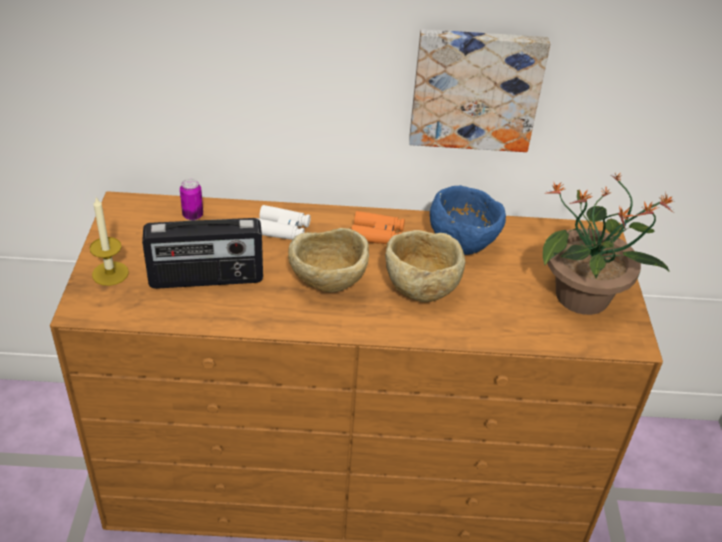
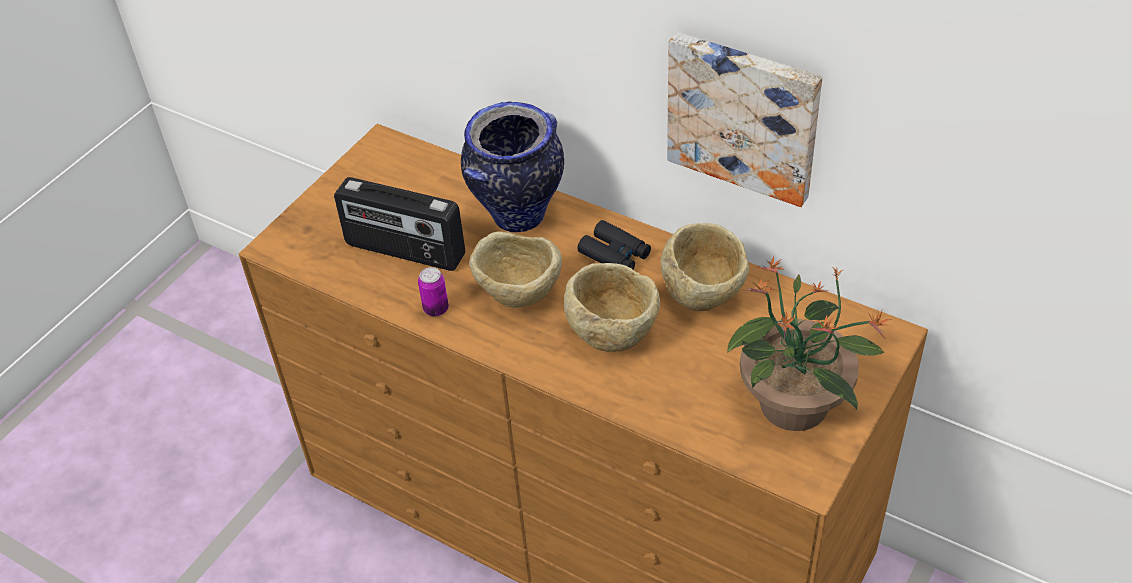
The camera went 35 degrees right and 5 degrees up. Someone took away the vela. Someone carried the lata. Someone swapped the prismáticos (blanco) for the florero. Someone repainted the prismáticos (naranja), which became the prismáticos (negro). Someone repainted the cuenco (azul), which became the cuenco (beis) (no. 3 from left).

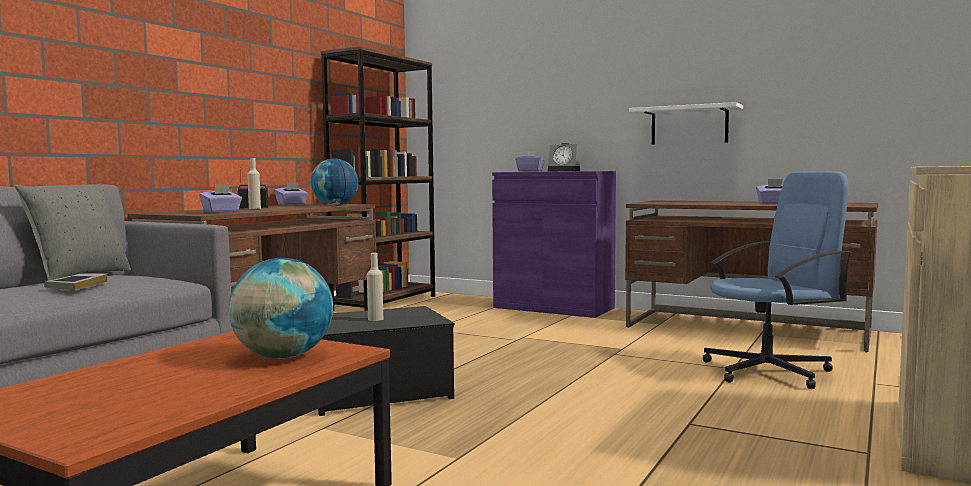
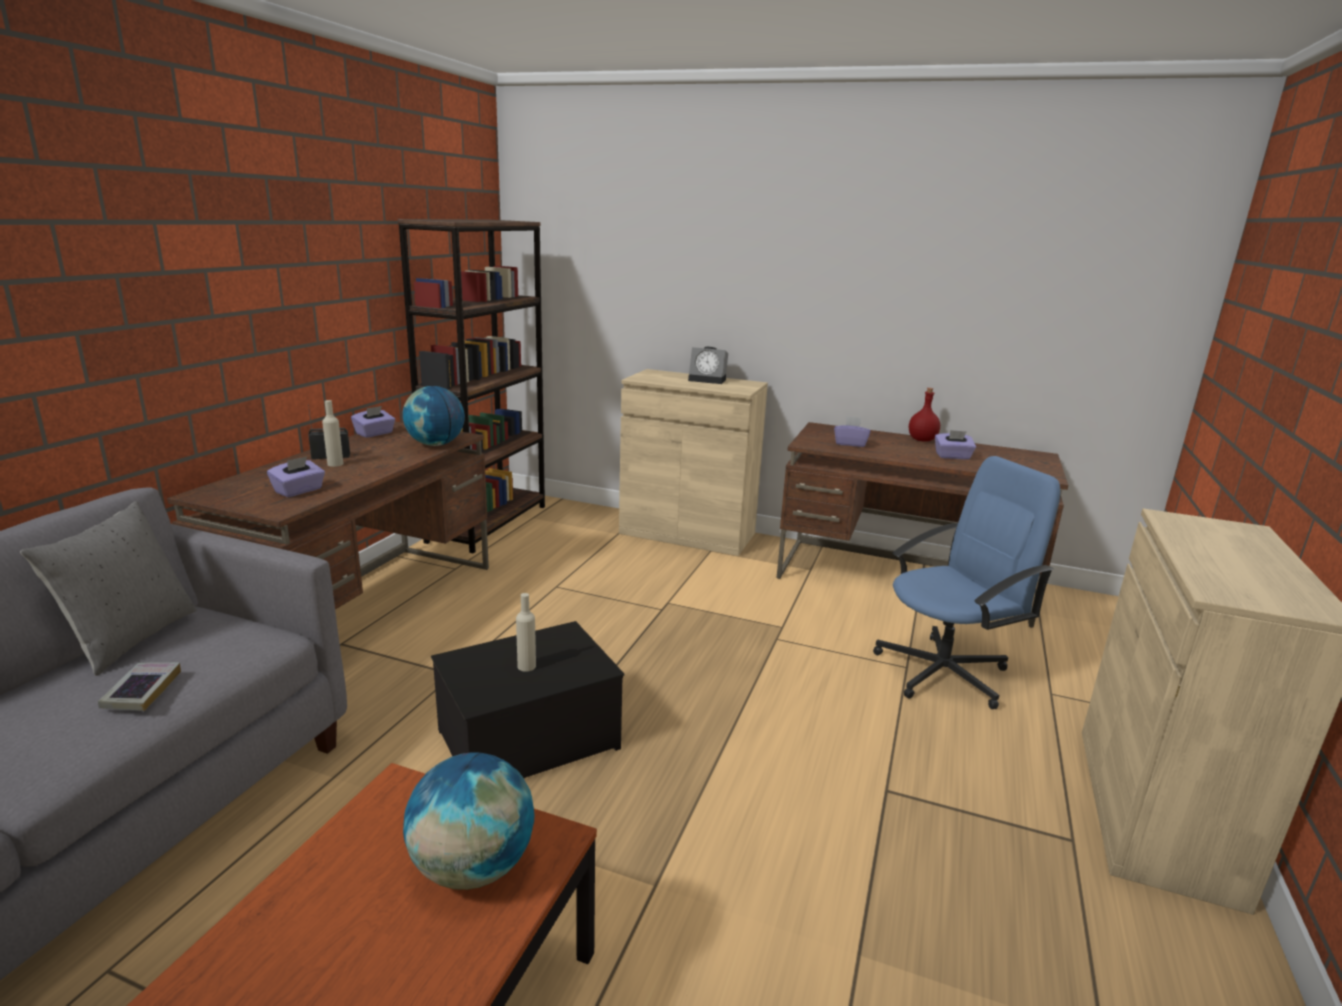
The camera went 10 degrees left and 15 degrees up. Someone took away the estante (blanco). Someone put down the botella (rojo). Someone carried the caja de pañuelos (morado) (no. 3 from left). Someone repainted the armario (morado), which became the armario (beis) (no. 1 from left).

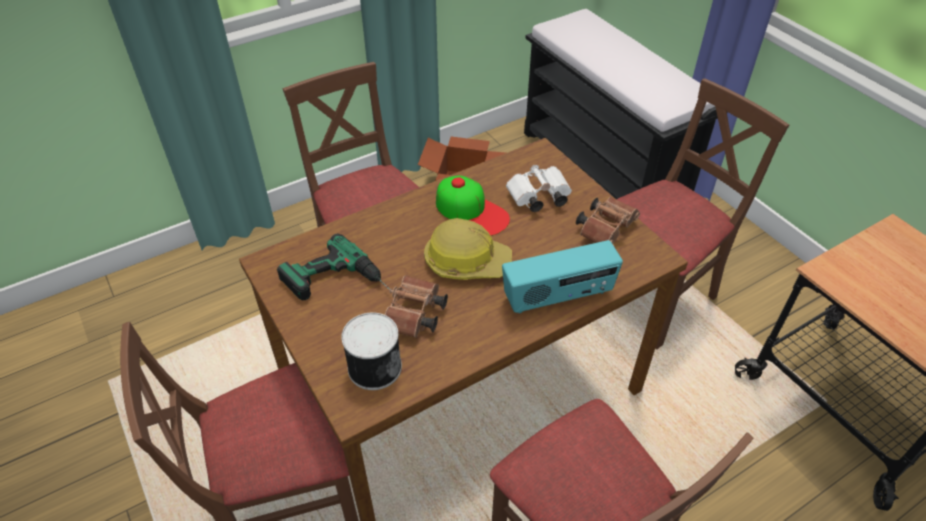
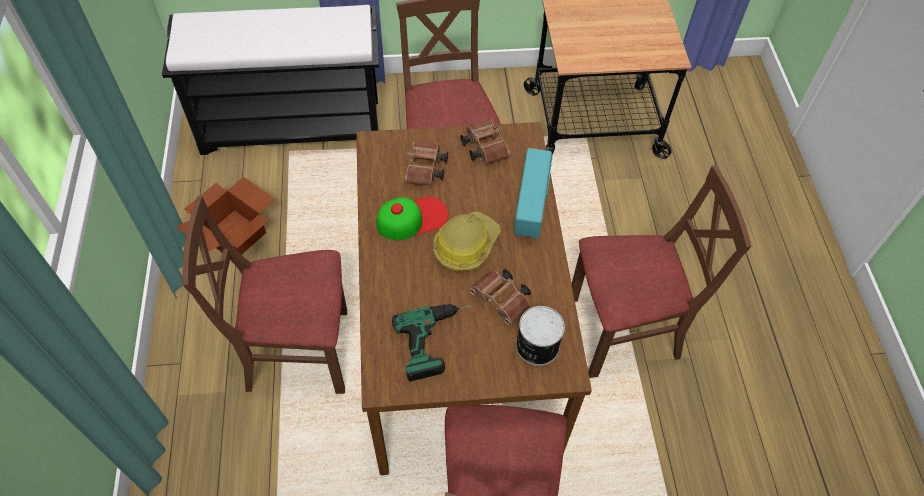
The camera went 65 degrees left and 10 degrees up. Someone repainted the prismáticos (blanco), which became the prismáticos (marrón) (no. 1 from left).

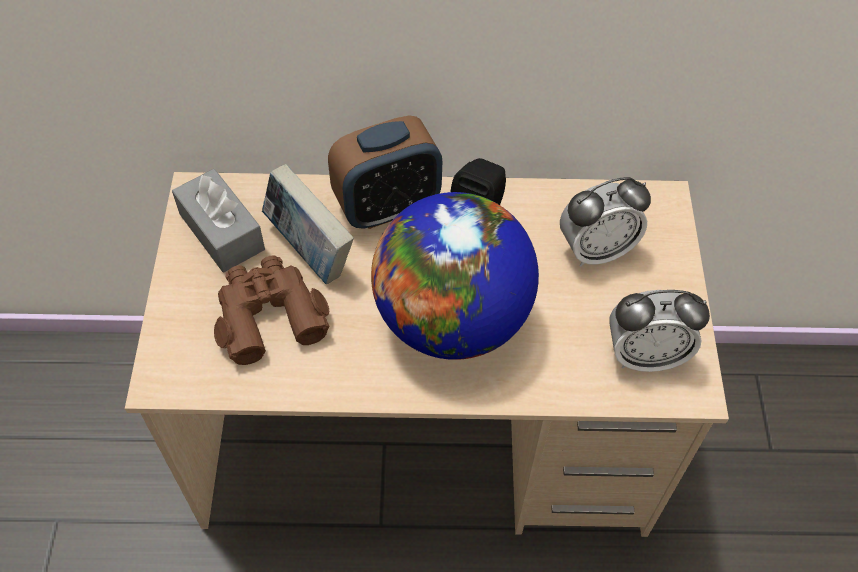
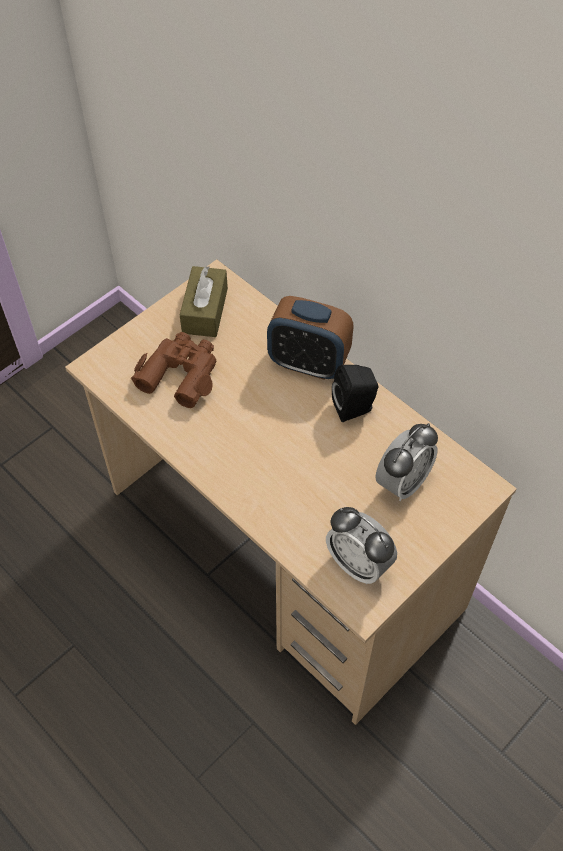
The camera went 45 degrees right and 0 degrees up. Someone took away the libro. Someone took away the globo terráqueo. Someone repainted the caja de pañuelos (gris), which became the caja de pañuelos (marrón). Someone rotated the despertador (no. 2 from left in the first image) by 75 degrees counterclockwise.

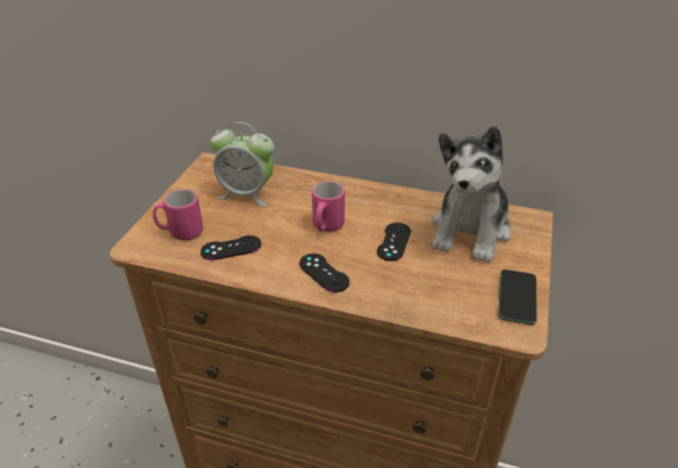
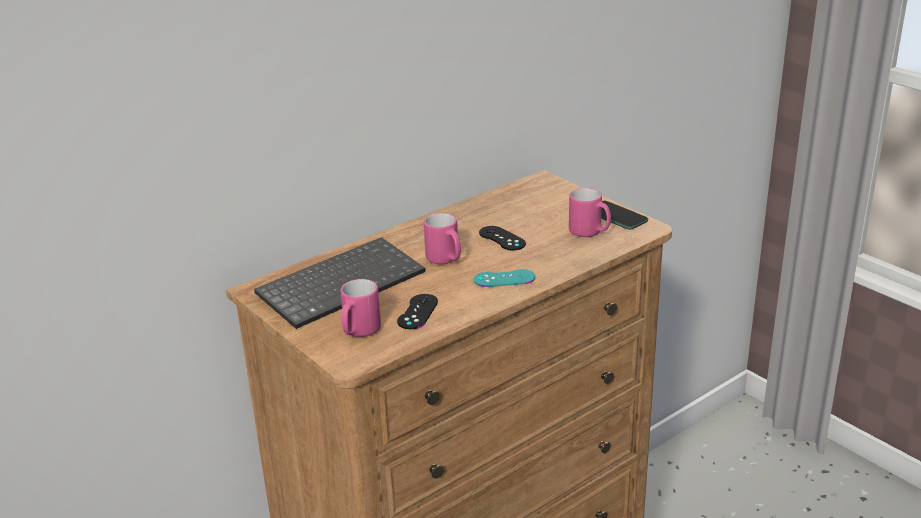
The camera went 55 degrees left and 10 degrees down. Someone took away the peluche. Someone put down the taza grande (rosa) (no. 3 from left). Someone swapped the despertador for the teclado. Someone repainted the mando de consola (negro) (no. 2 from left), which became the mando de consola (turquesa).

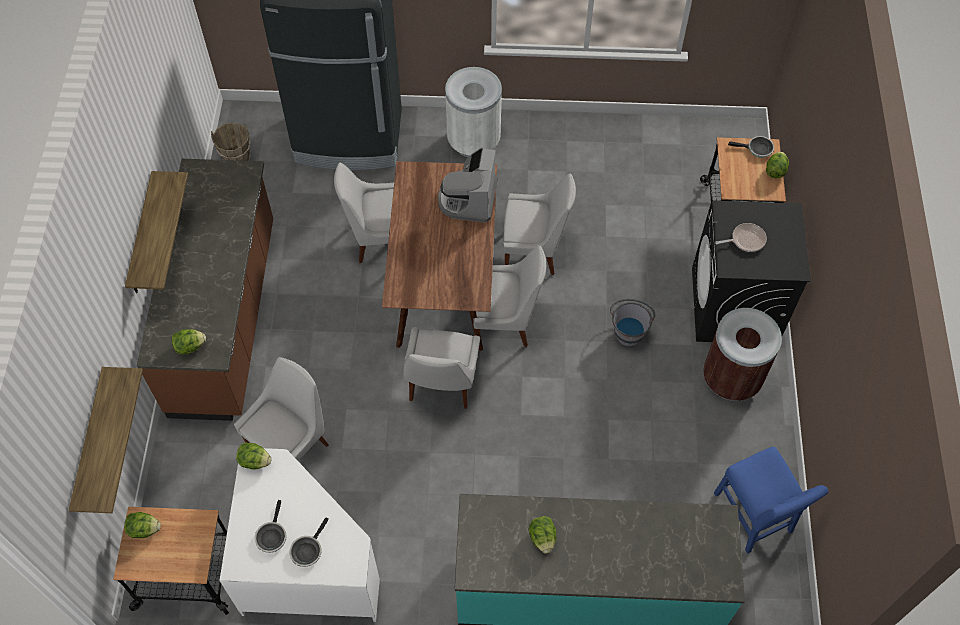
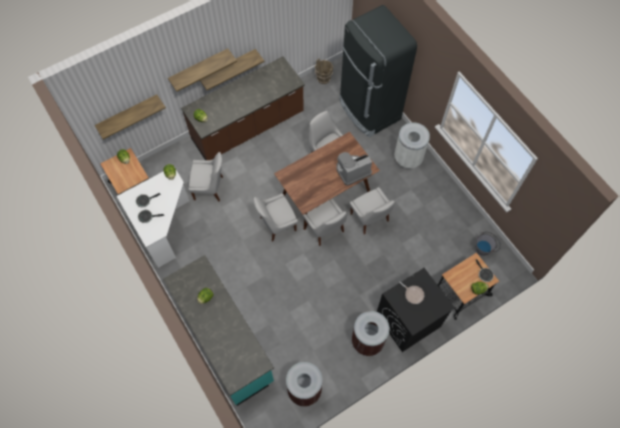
The camera went 55 degrees right and 5 degrees up. Someone put up the estante (no. 2 from left). Someone carried the cubo (gris). Someone swapped the silla (azul) for the papelera (marrón) (no. 1 from left).

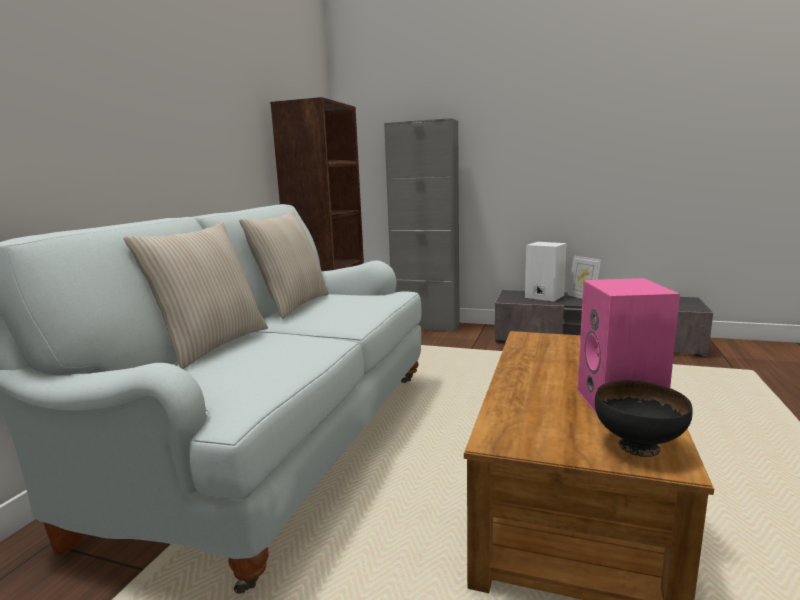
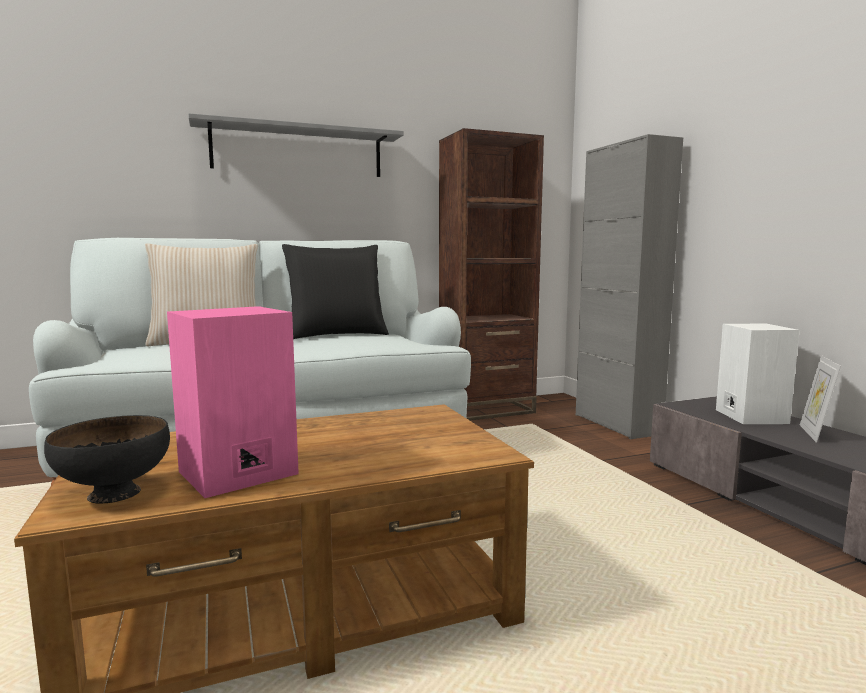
The camera went 50 degrees right and 5 degrees down. Someone put up the estante (gris). Someone repainted the cojín (beis) (no. 2 from left), which became the cojín (negro).

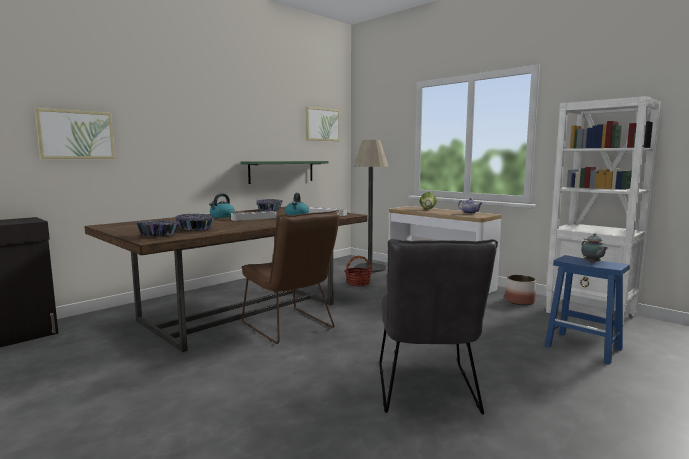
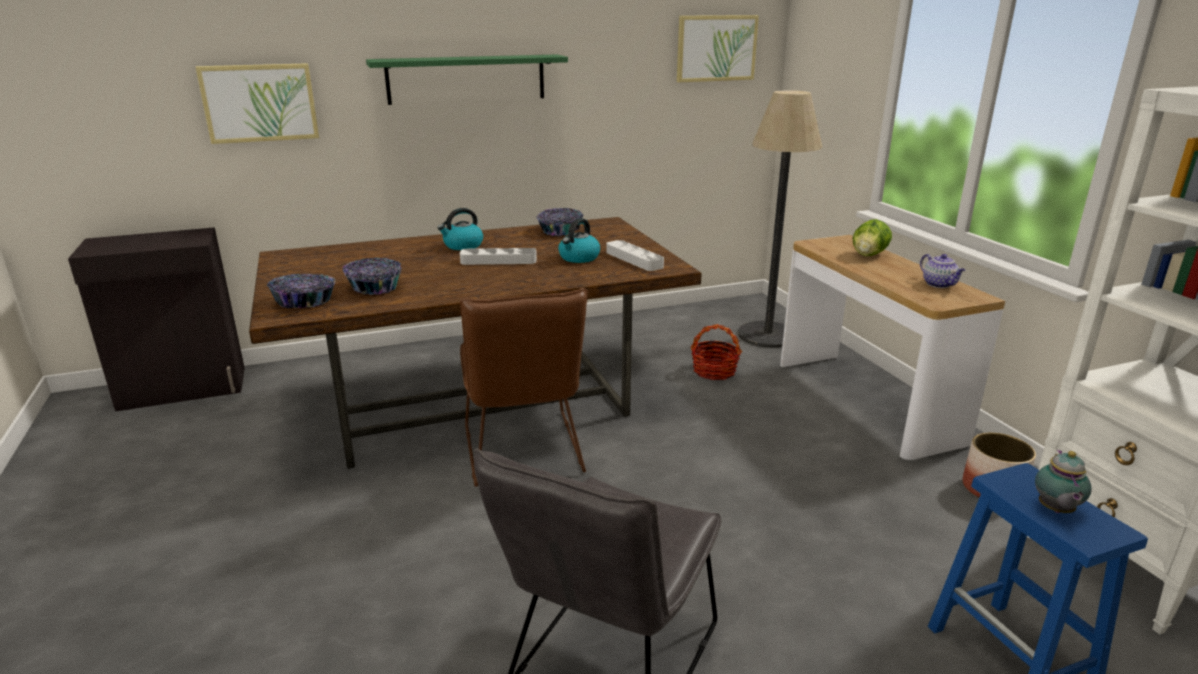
The camera went 25 degrees right and 15 degrees up. Someone carried the estante (verde).

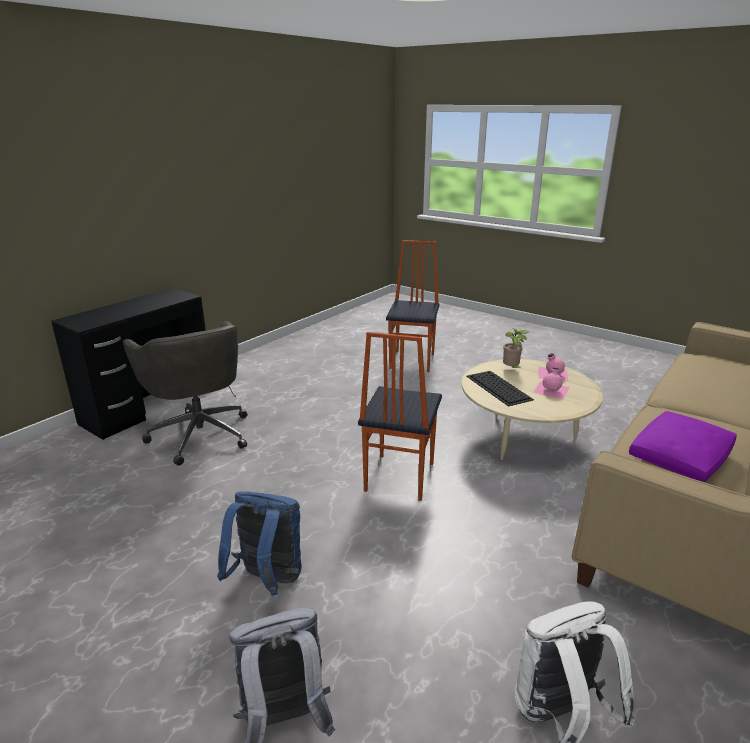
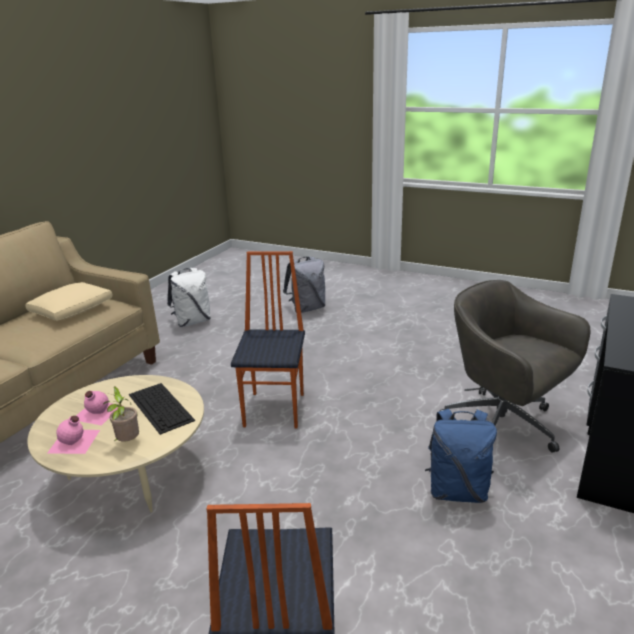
The camera went 170 degrees right and 0 degrees up. Someone carried the mochila (azul). Someone repainted the cojín (morado), which became the cojín (beis).

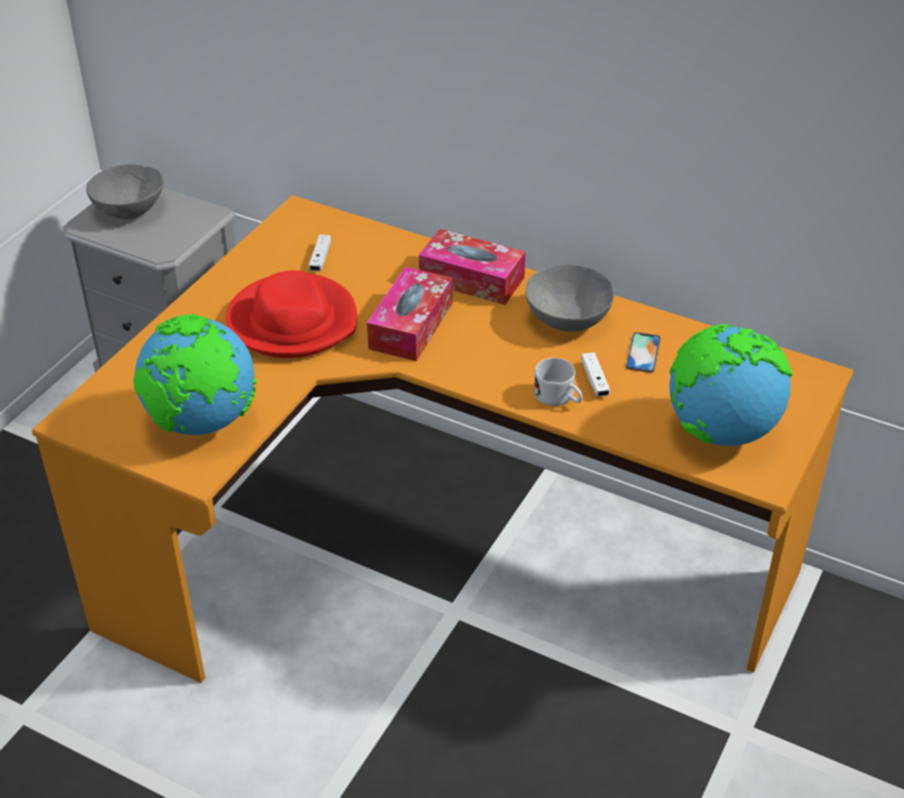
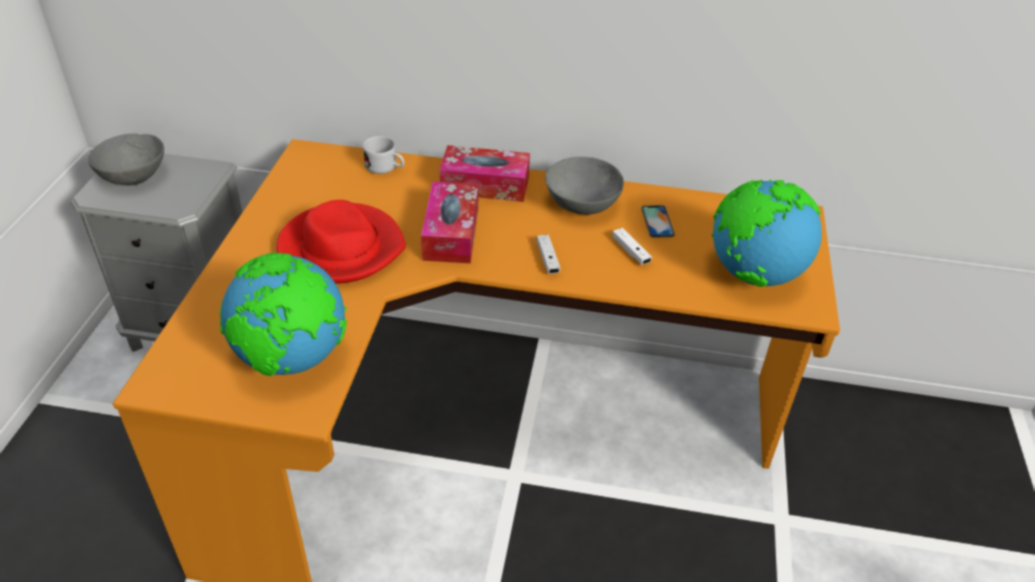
The camera went 20 degrees left and 0 degrees up. Someone carried the mando de consola (blanco) (no. 1 from left). Someone carried the taza grande (blanco).

